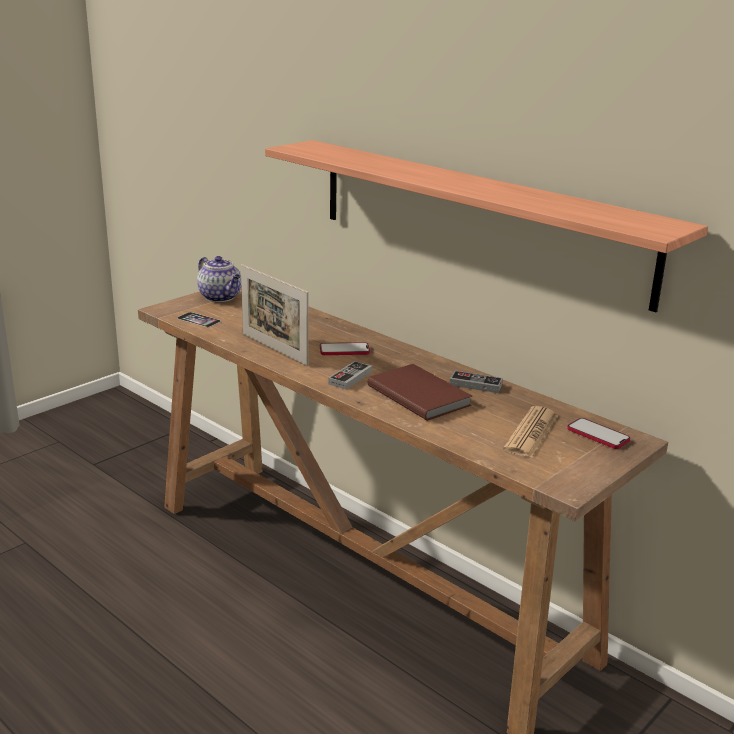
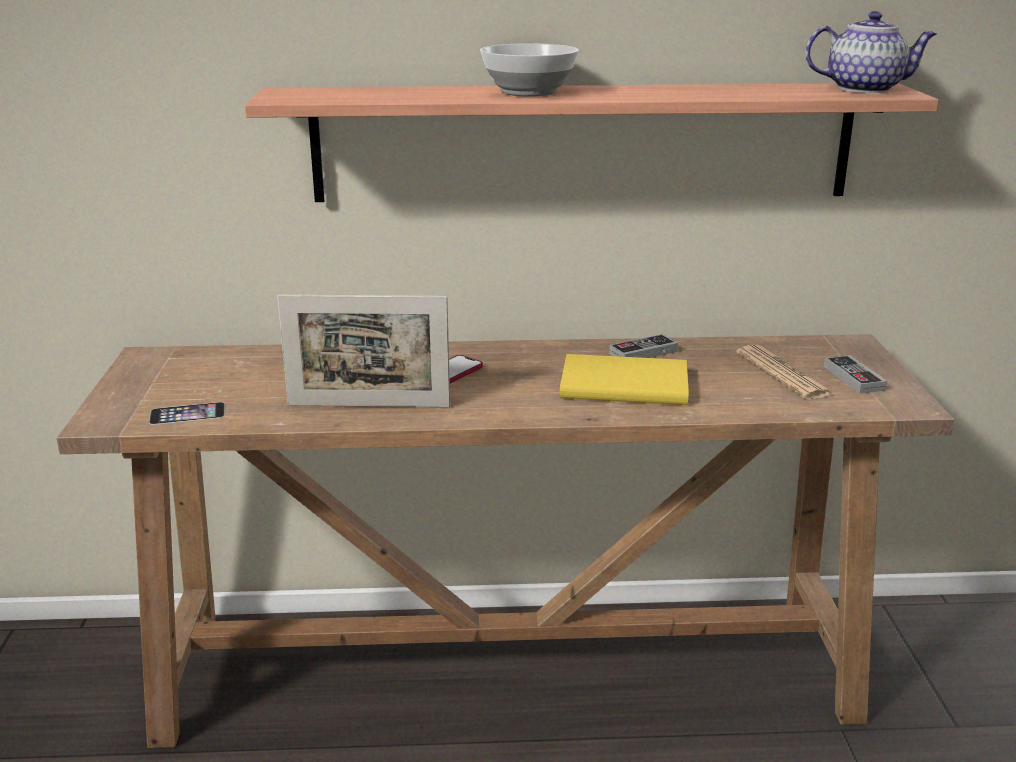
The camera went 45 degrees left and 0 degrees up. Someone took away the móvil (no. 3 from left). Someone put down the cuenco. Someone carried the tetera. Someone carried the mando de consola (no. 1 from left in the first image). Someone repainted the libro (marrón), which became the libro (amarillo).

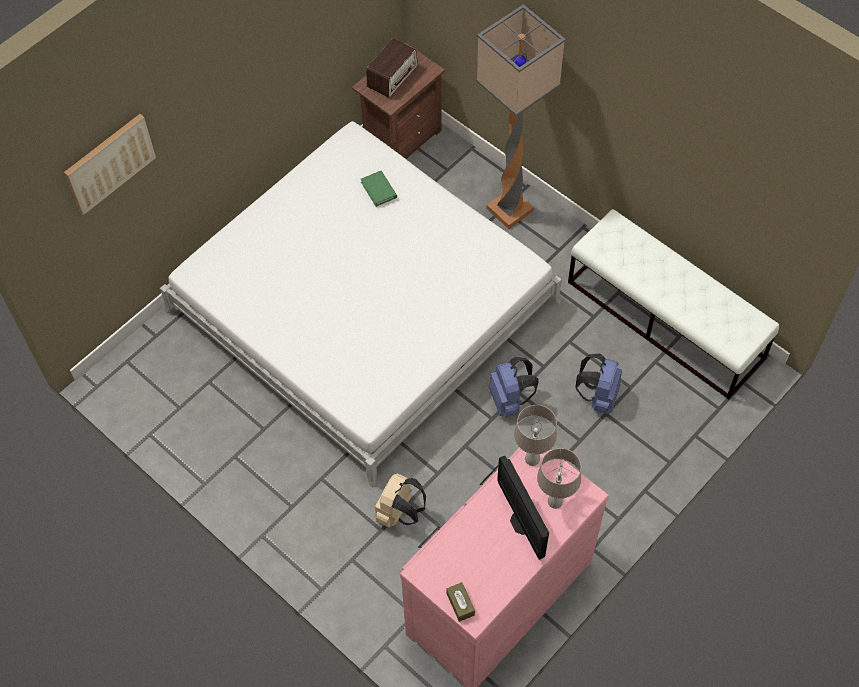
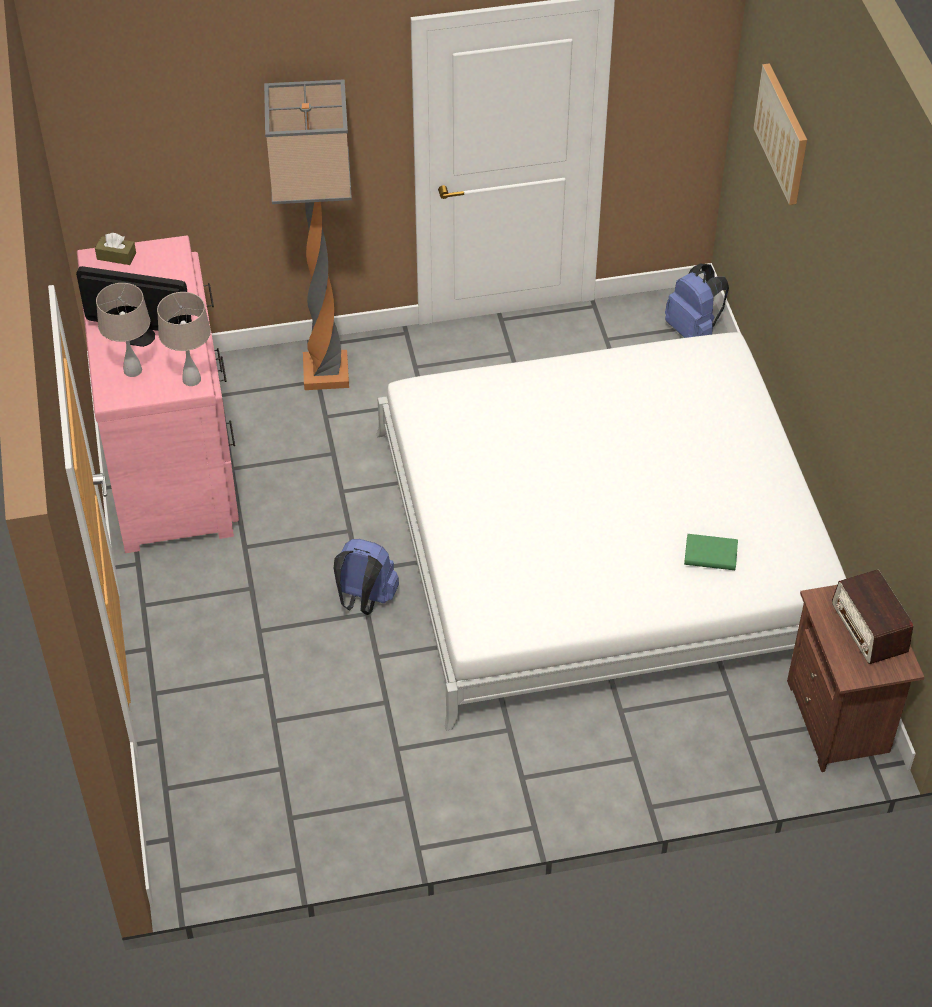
The camera went 125 degrees right and 10 degrees down. Someone took away the mochila (beis). Someone took away the banco (blanco). Someone carried the lámpara de pie. Someone carried the mochila (azul) (no. 2 from left).

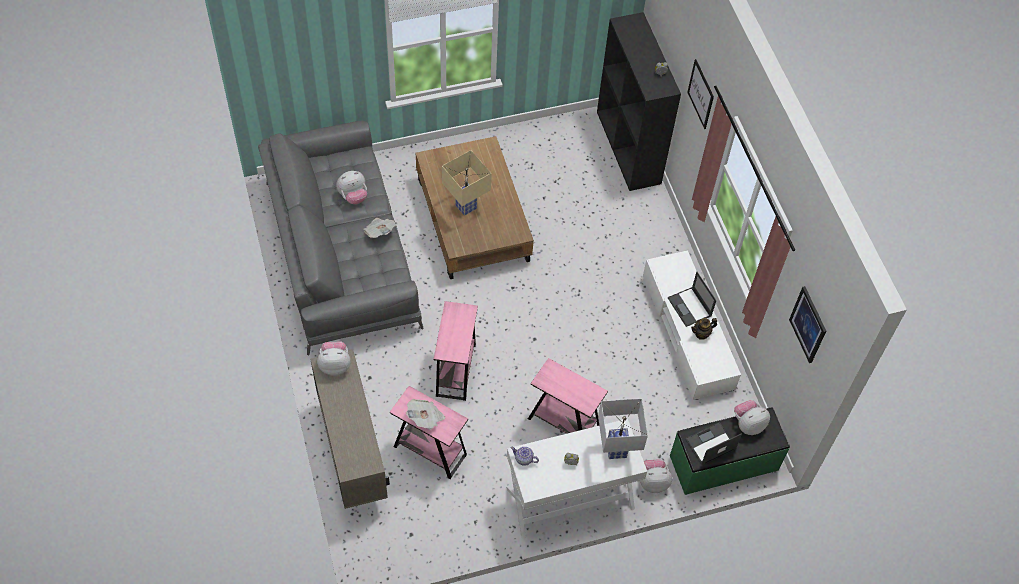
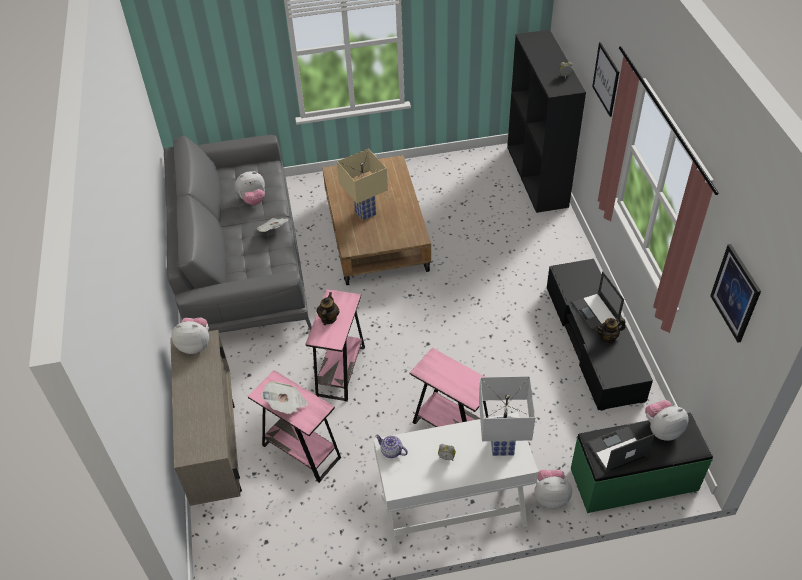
The camera went 10 degrees right and 10 degrees down. Someone put down the tetera (no. 1 from left). Someone repainted the mueble de televisión (blanco), which became the mueble de televisión (negro).

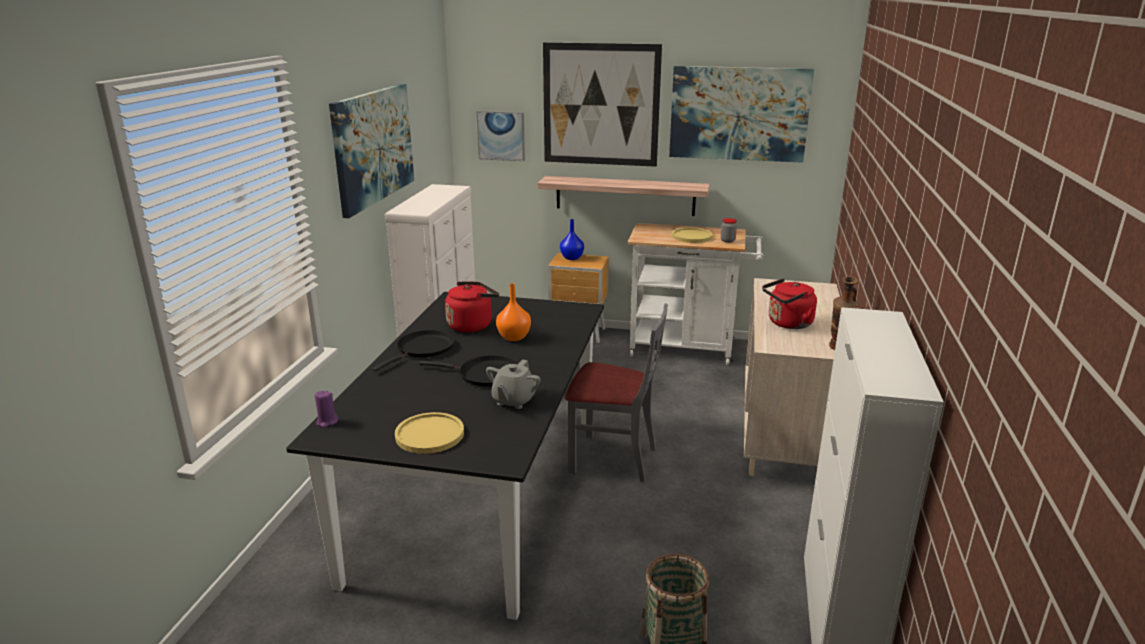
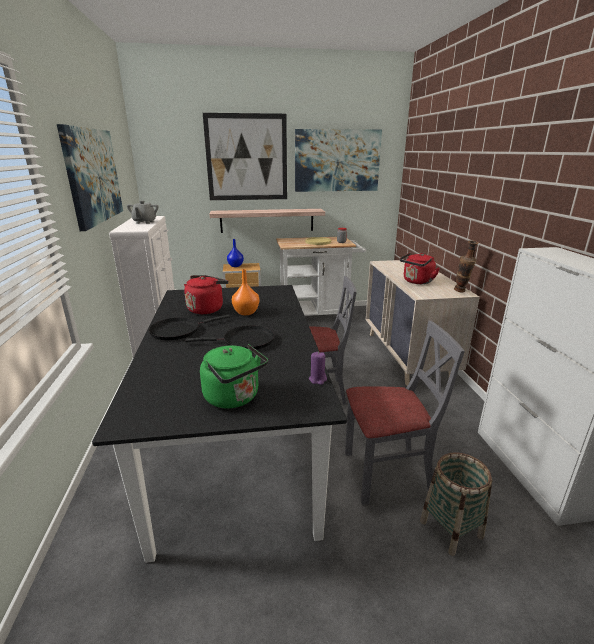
The camera went 20 degrees left and 0 degrees up. Someone took away the cuadro (no. 2 from left). Someone put down the silla (gris) (no. 2 from left). Someone carried the vela (morado). Someone carried the tetera (gris). Someone swapped the plato (amarillo) (no. 1 from left) for the hervidor (verde). Someone rotated the sartén (negro) (no. 1 from left) by 135 degrees counterclockwise.

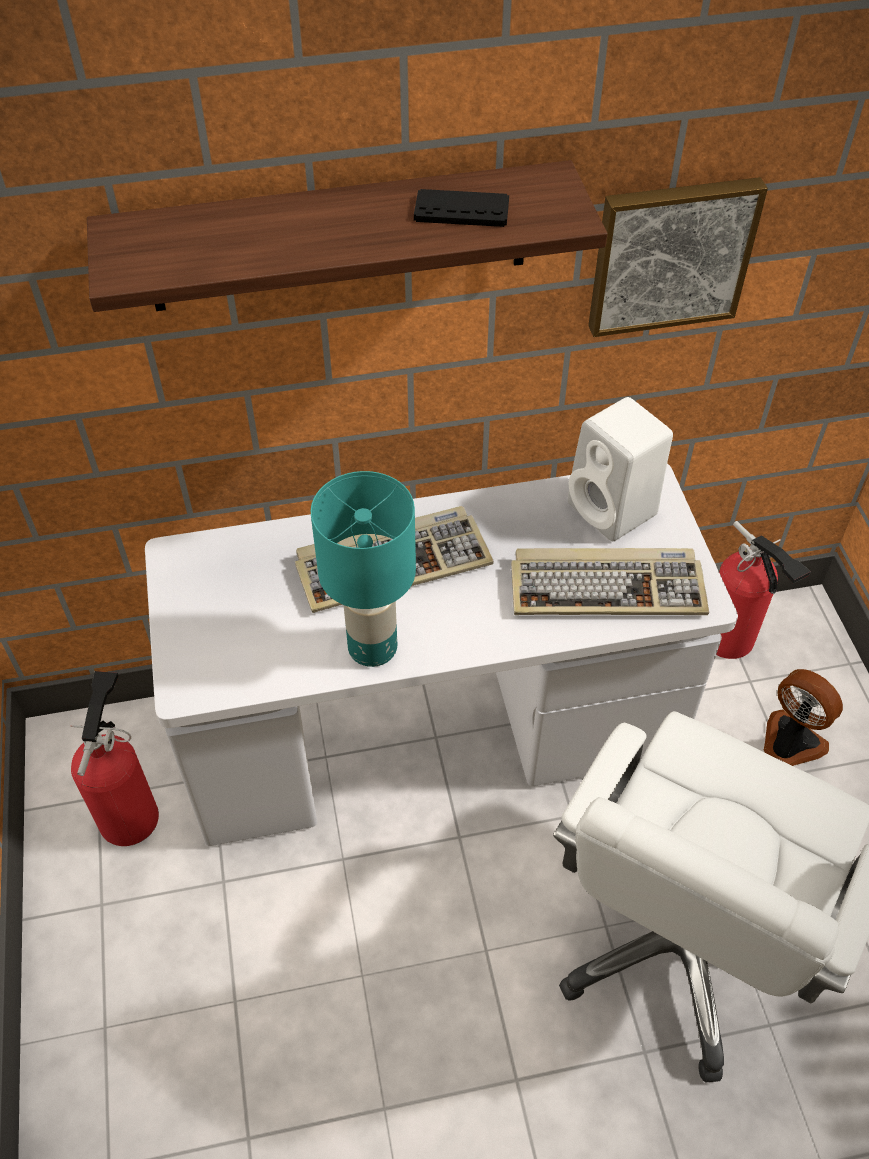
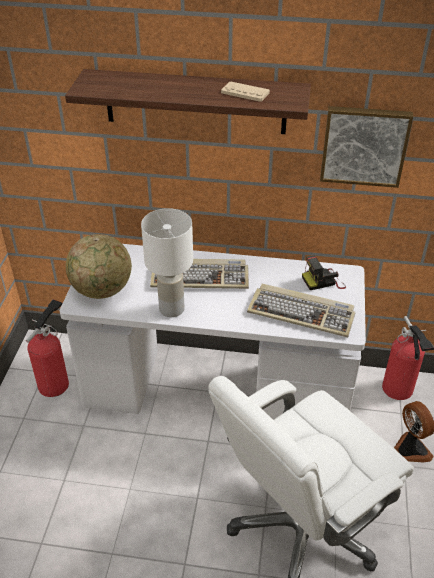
The camera went 20 degrees right and 10 degrees down. Someone put down the globo terráqueo. Someone swapped the altavoz (blanco) for the cámara. Someone repainted the lámpara de mesa (turquesa), which became the lámpara de mesa (blanco). Someone repainted the mando de consola (negro), which became the mando de consola (beis).

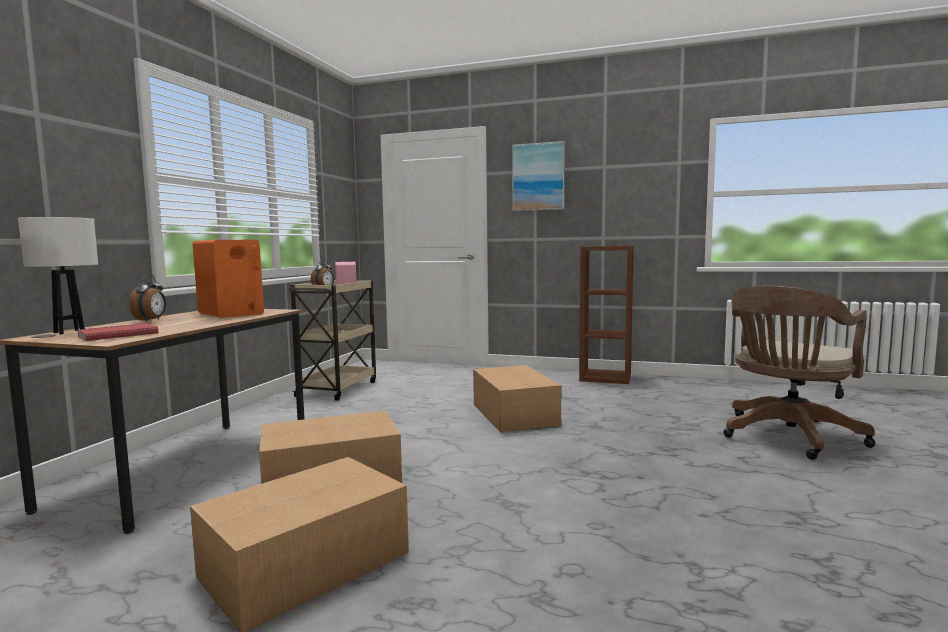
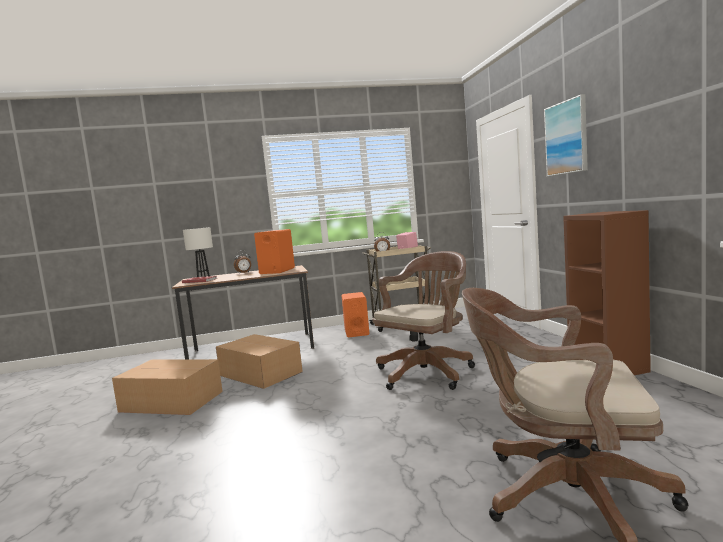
The camera went 60 degrees right and 0 degrees up. Someone put down the altavoz (naranja) (no. 2 from left). Someone swapped the caja de cartón (no. 3 from left) for the silla de oficina (marrón) (no. 1 from left).

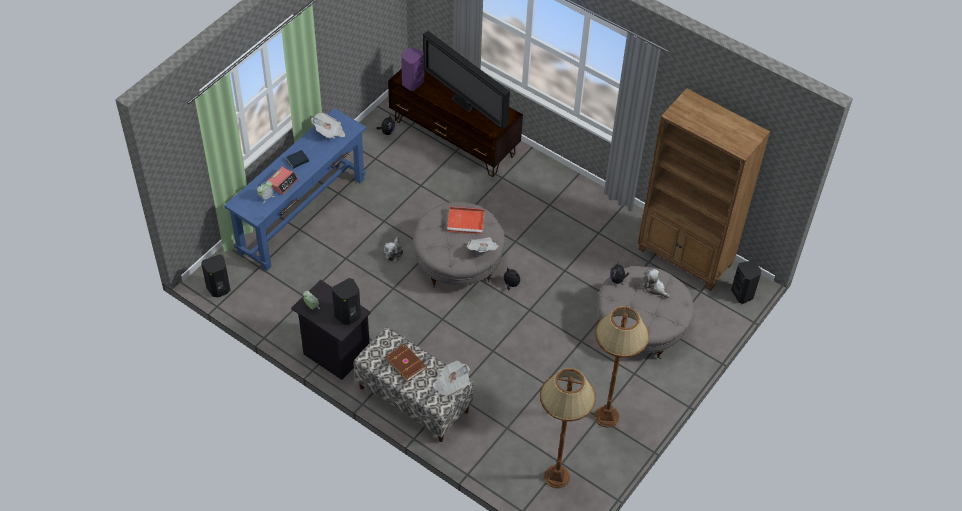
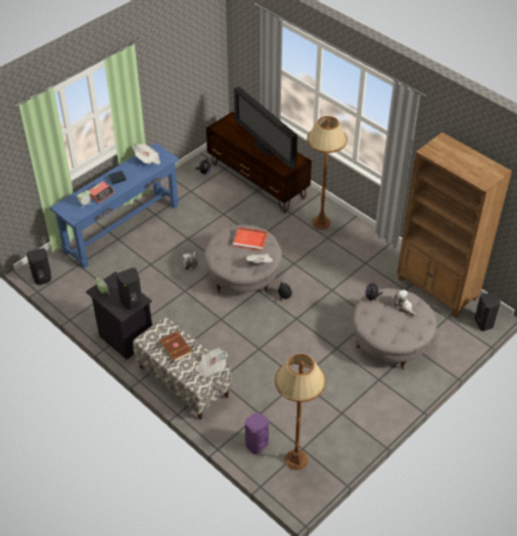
The camera went 10 degrees right and 5 degrees down. Someone carried the altavoz (morado). Someone carried the lámpara de pie (marrón) (no. 2 from left).

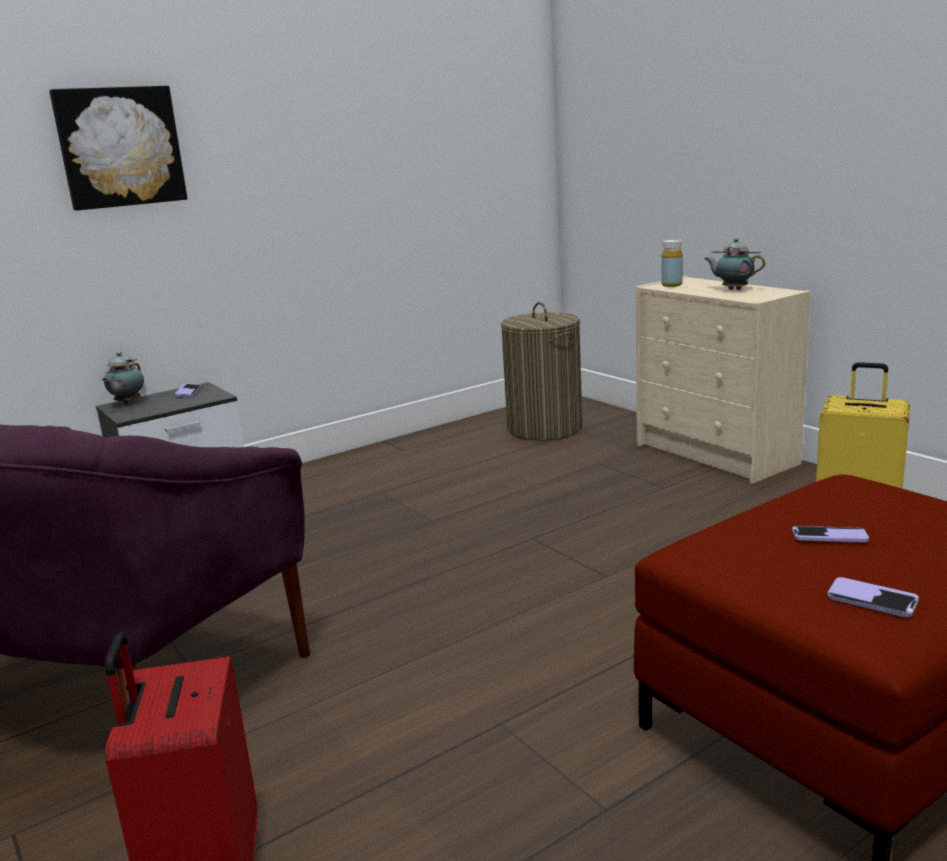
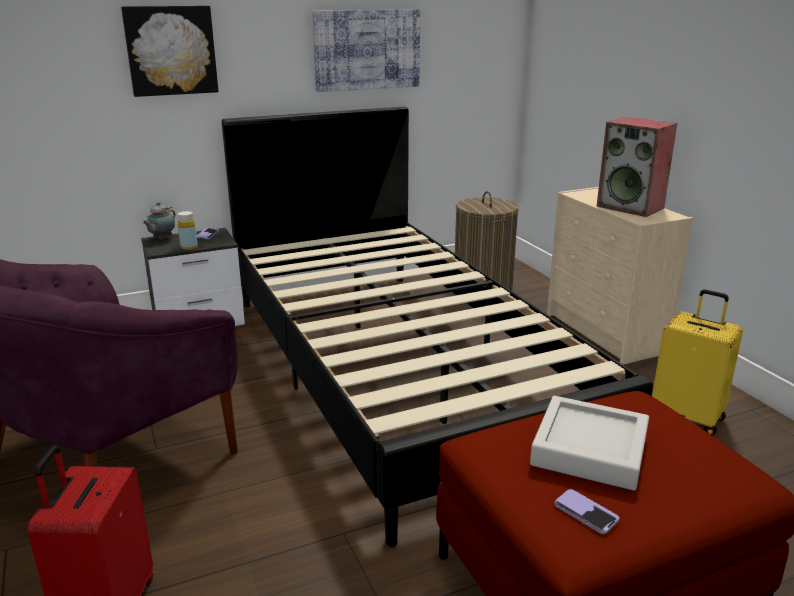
The camera went 10 degrees right and 5 degrees up. Someone put down the cama (negro). Someone put up the cuadro (no. 2 from left). Someone carried the botella (amarillo). Someone swapped the tetera (no. 2 from left) for the altavoz. Someone swapped the móvil (no. 2 from left) for the bandeja (gris).

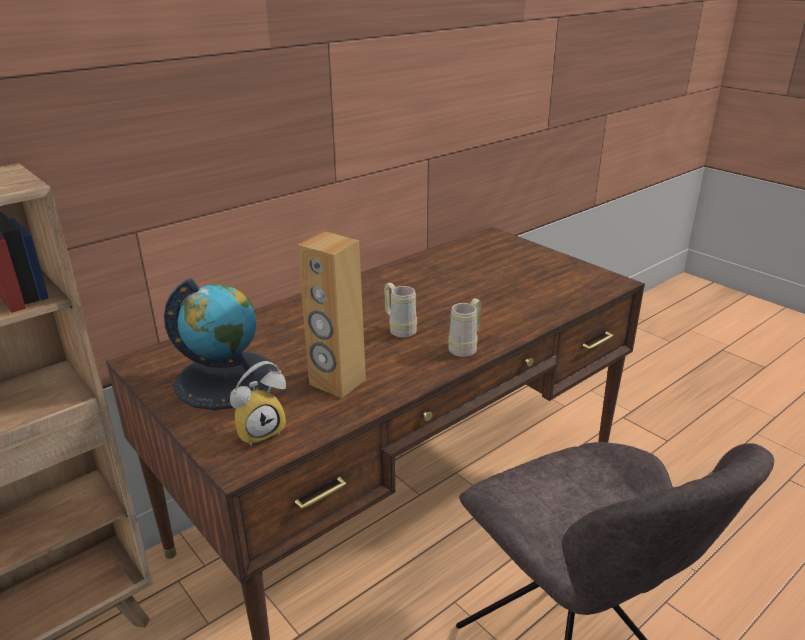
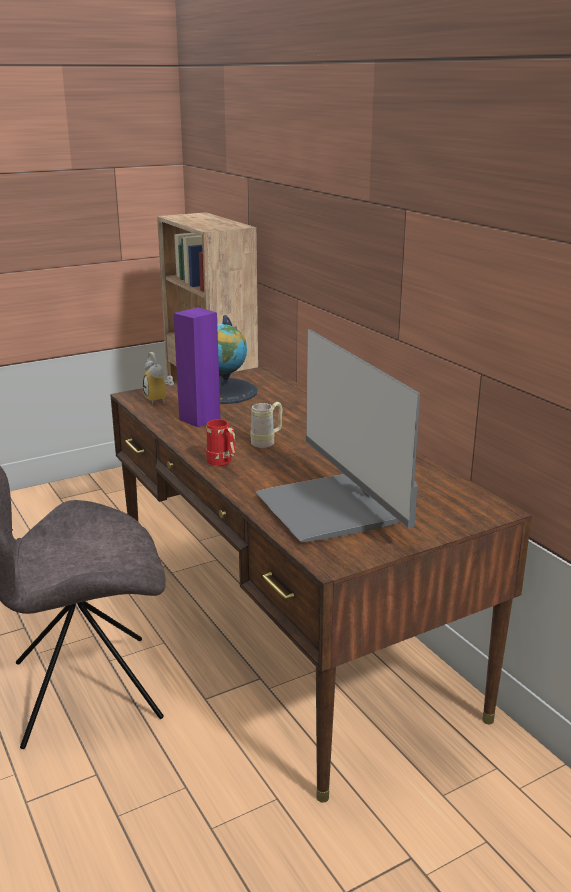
The camera went 100 degrees right and 5 degrees down. Someone put down the monitor. Someone repainted the altavoz (marrón), which became the altavoz (morado). Someone repainted the taza grande (beis) (no. 2 from left), which became the taza grande (rojo).

